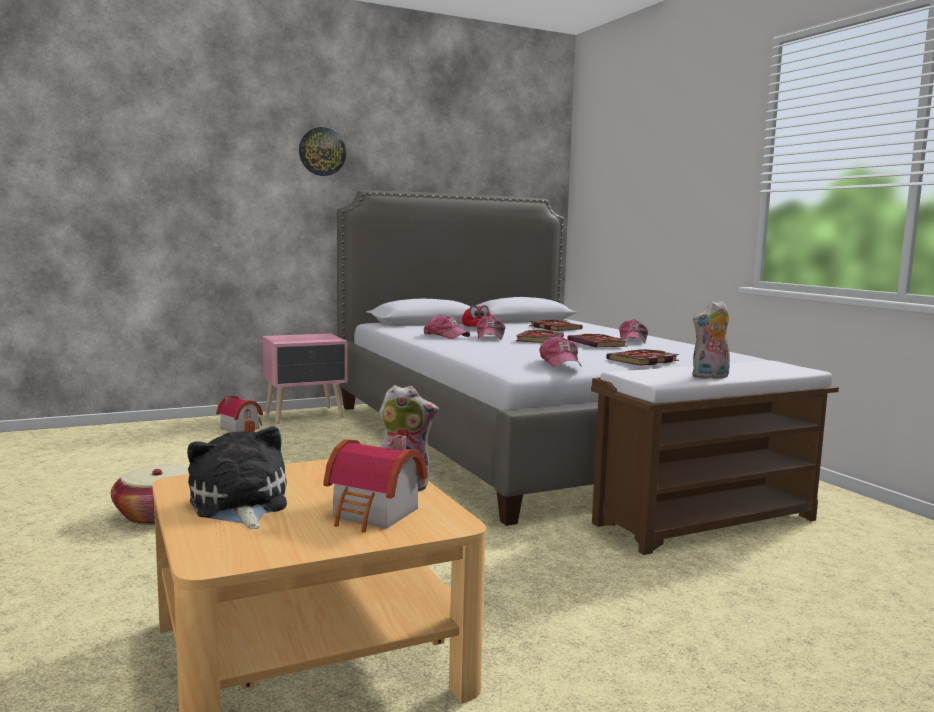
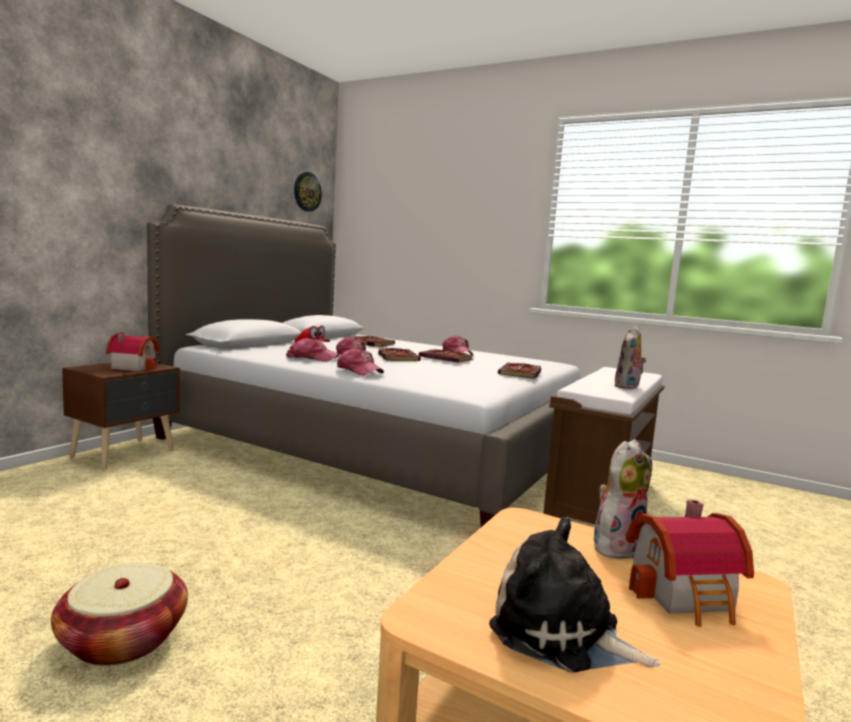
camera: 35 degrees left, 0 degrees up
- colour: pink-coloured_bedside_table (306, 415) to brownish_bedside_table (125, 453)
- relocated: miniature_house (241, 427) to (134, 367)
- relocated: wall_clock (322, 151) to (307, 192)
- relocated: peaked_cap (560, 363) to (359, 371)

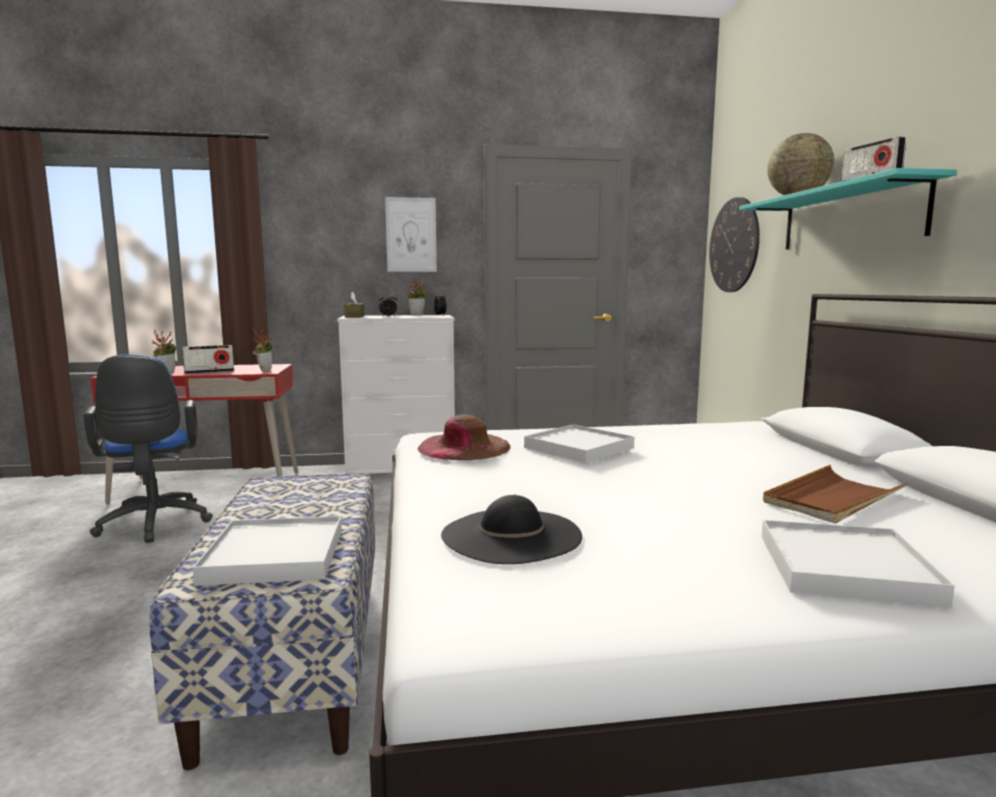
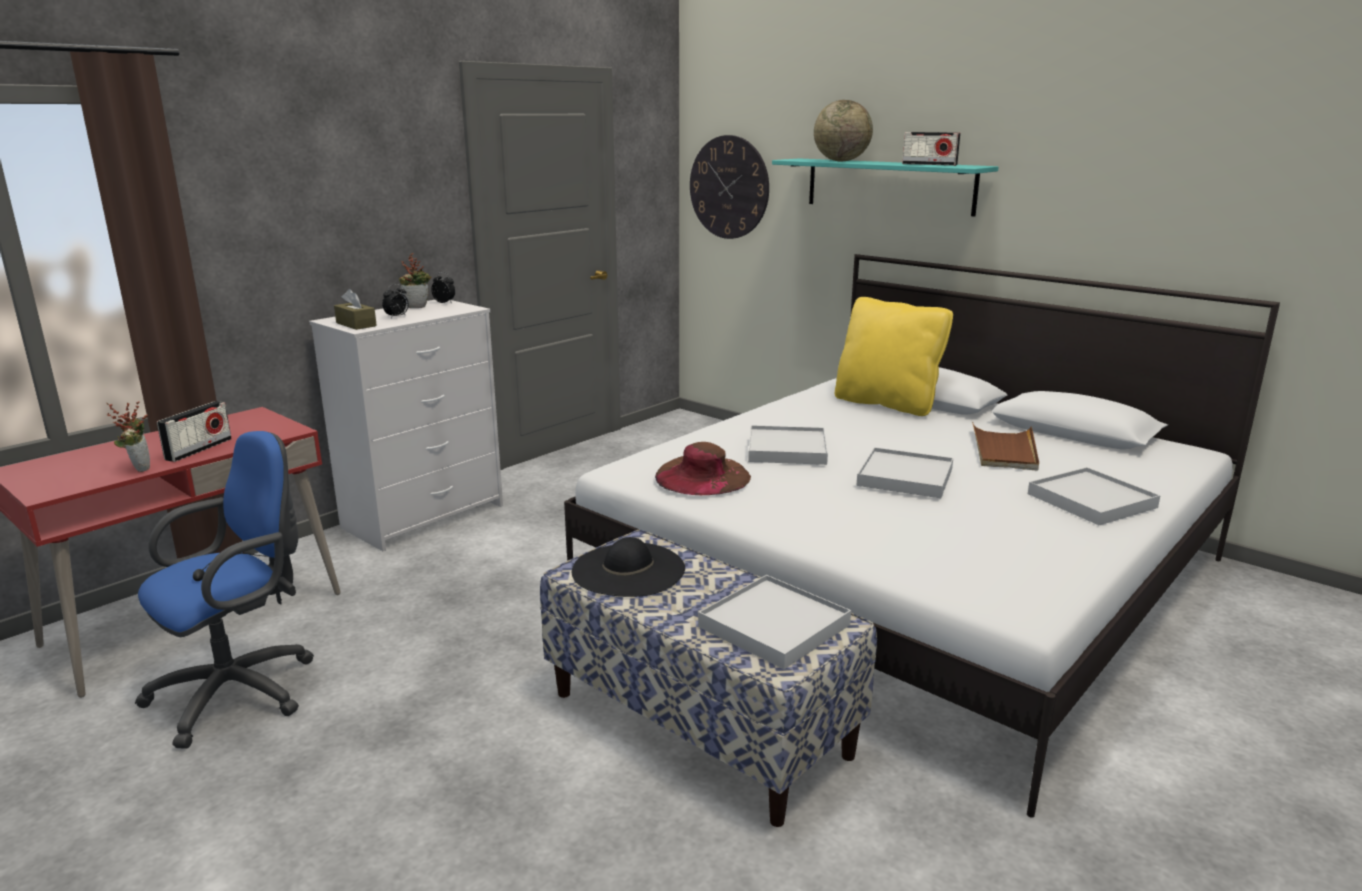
camera: 40 degrees left, 10 degrees up
- spun: blue_office_chair (154, 525) = (242, 691) 75 degrees counterclockwise
- relocated: blackish_wearable_hat (511, 535) to (628, 570)
- appeared: yellowish_throw_pillow (887, 403)
- appeared: whitish_carrying_tray (905, 477)
- missing: houseplant (264, 370)
- missing: picture (411, 235)

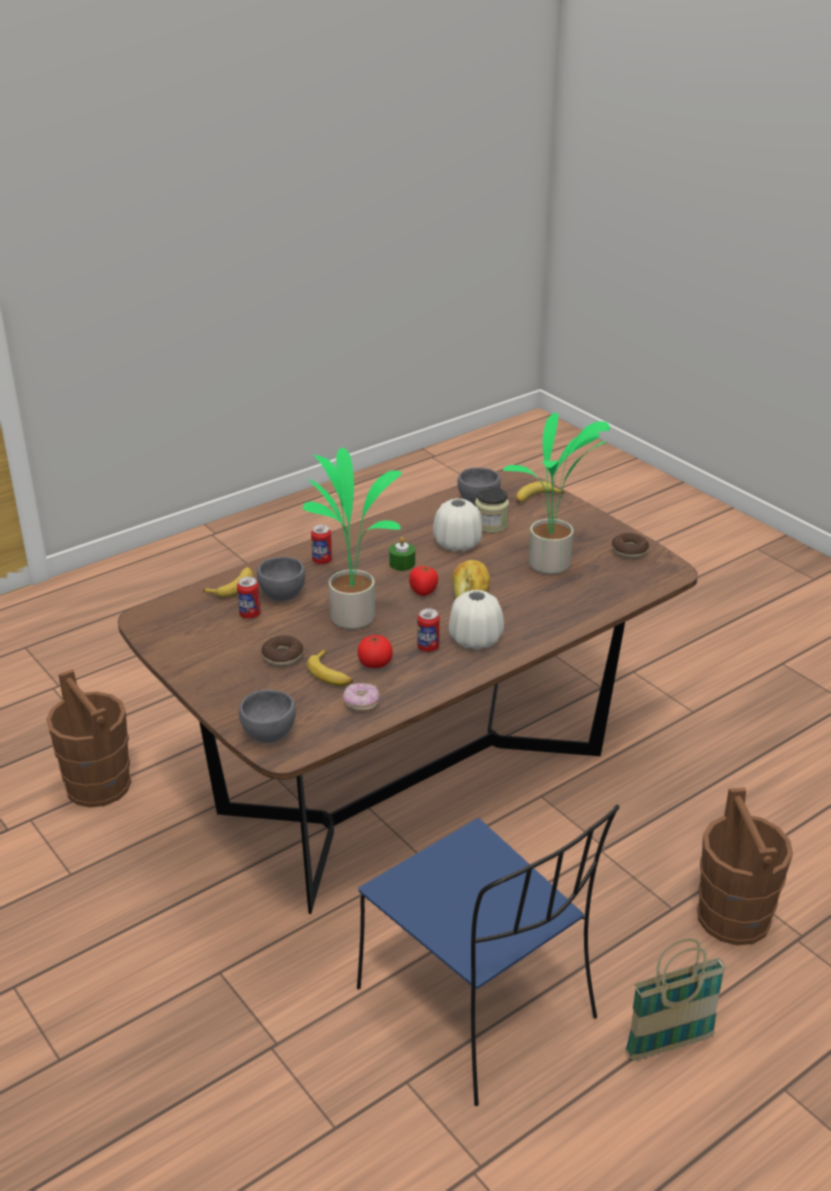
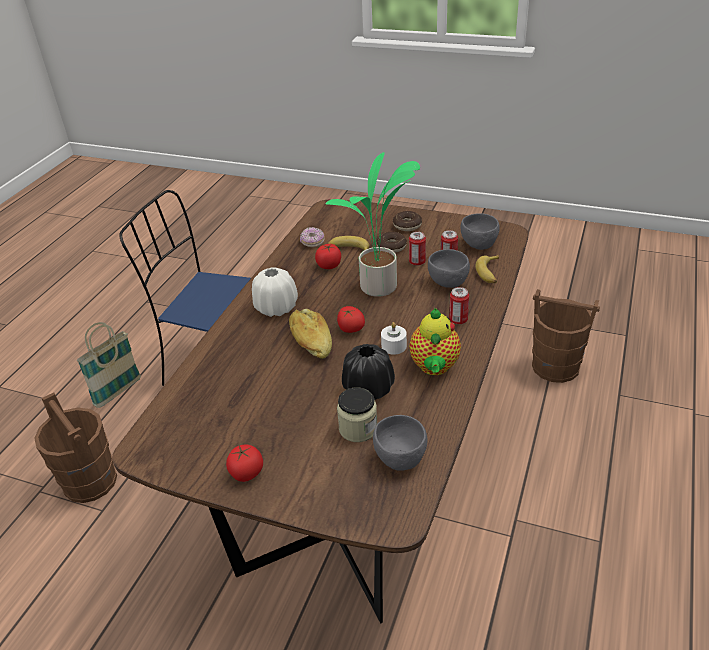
camera: 150 degrees right, 5 degrees up
- appeared: tomato (246, 473)
- colour: whitish_flower_vase (457, 544) to blackish_flower_vase (368, 389)
- colour: green_candle (402, 563) to whitish_candle (394, 346)
- relocated: ring_doughnut (629, 551) to (407, 225)
- relocated: sealed_can (428, 647) to (417, 262)
- appeared: pot_for_tea (434, 367)
- relocated: gray_bowl (270, 734) to (478, 244)
- missing: houseplant (551, 566)
- missing: banana (535, 498)

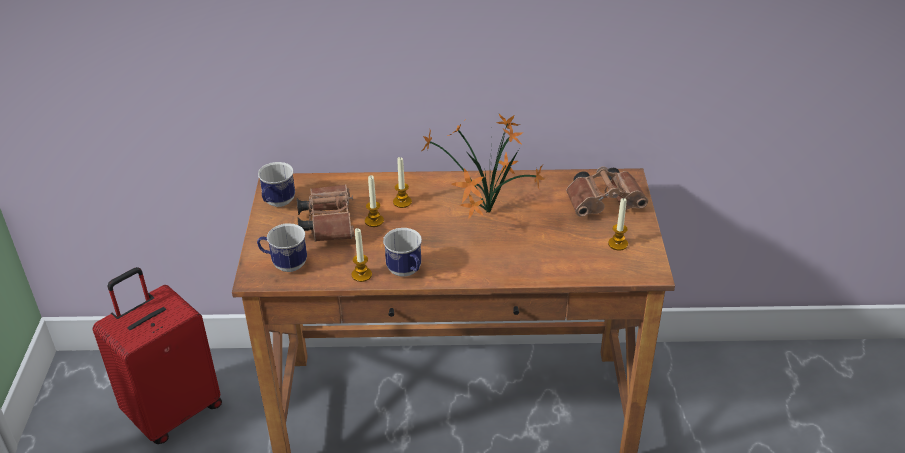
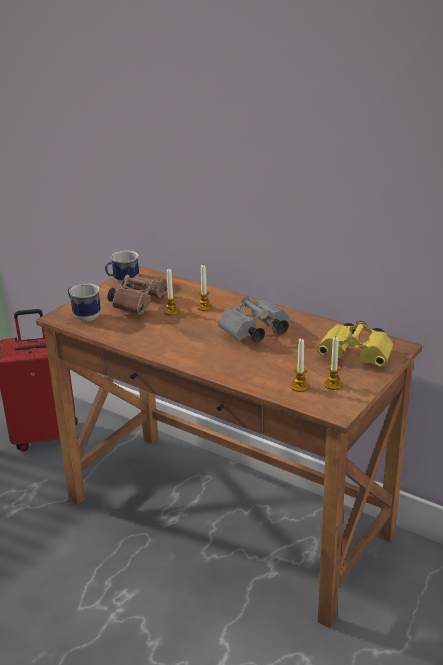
camera: 35 degrees right, 10 degrees down
- exchanged: houseplant (486, 214) to gray_field_glasses (254, 333)
- relocated: candle (361, 275) to (299, 386)
- colour: brownish_field_glasses (606, 204) to yellowish_field_glasses (358, 356)
- missing: coffee_mug (406, 272)

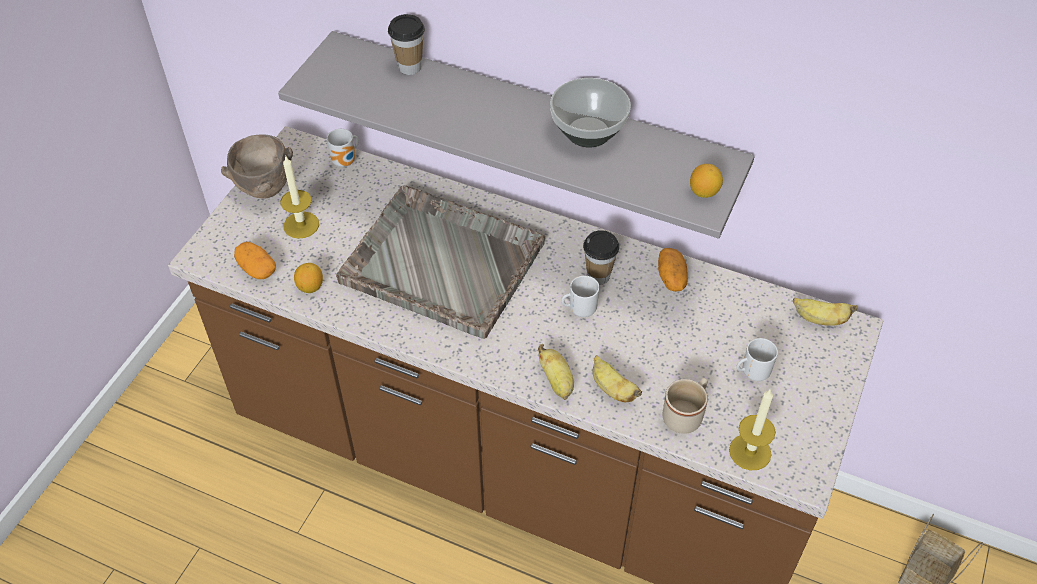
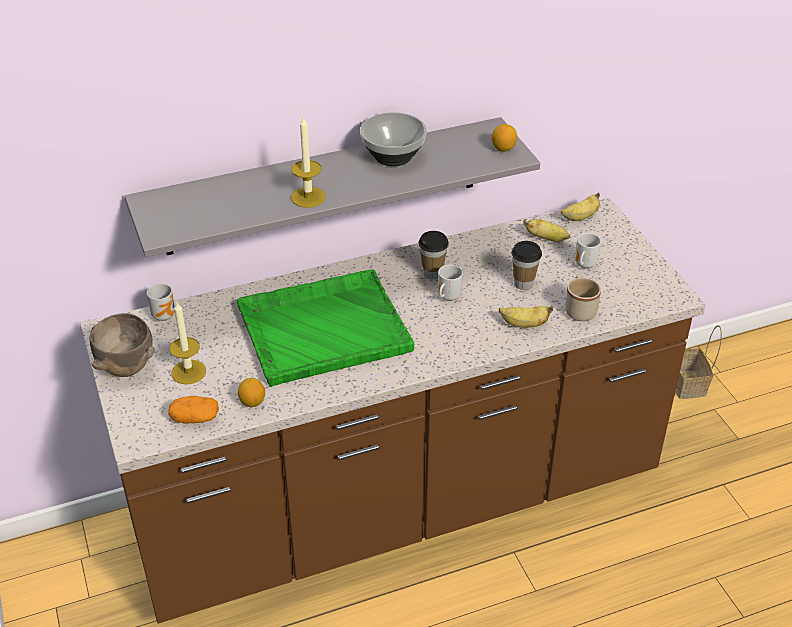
camera: 45 degrees left, 10 degrees down
- colour: gray_carrying_tray (440, 262) to green_carrying_tray (322, 329)
- relocated: candle (750, 452) to (308, 197)
- relocated: drinking_cup (410, 67) to (523, 284)
- relocated: banana (557, 382) to (546, 239)
- missing: spud (671, 278)

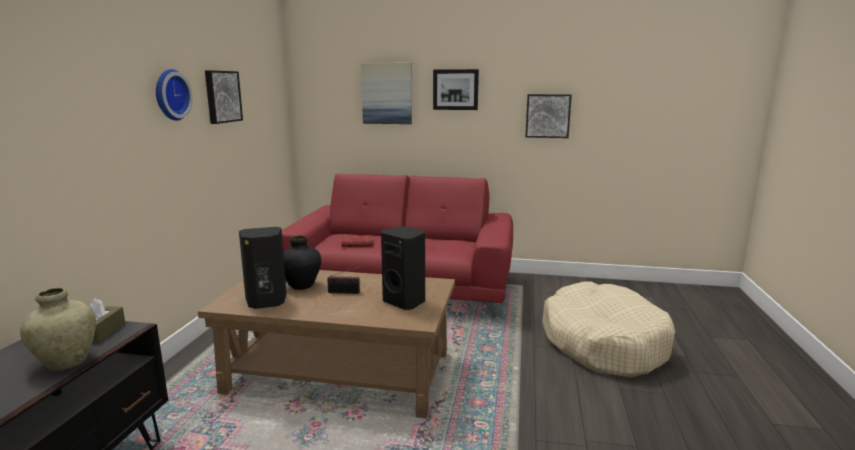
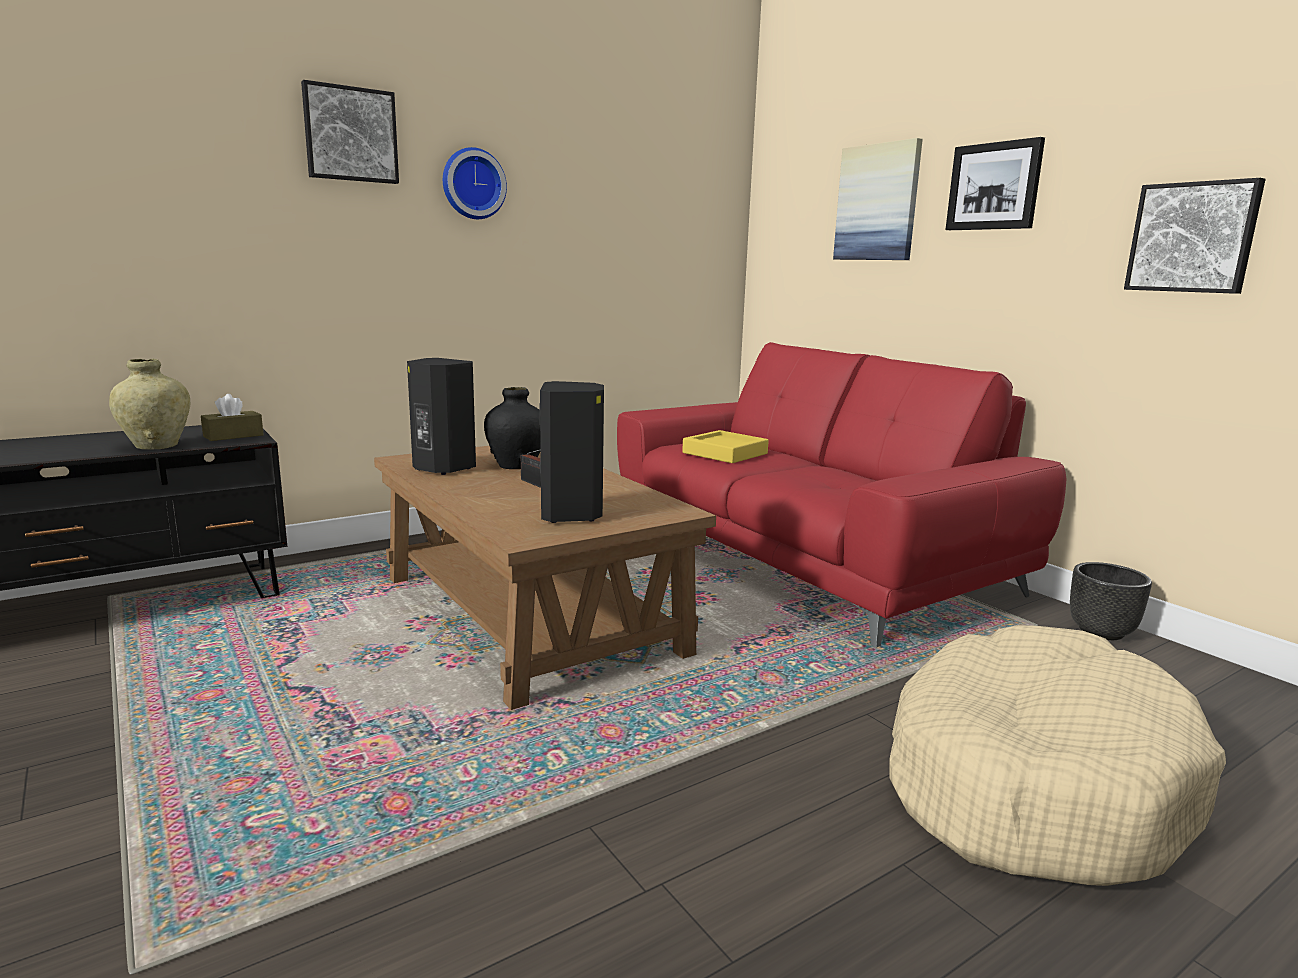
camera: 45 degrees right, 0 degrees up
- relocated: picture (222, 96) to (350, 134)
- exchanged: red-coloured_book (358, 244) to yellowish_carrying_tray (725, 453)
- appeared: blackish_flower_pot (1102, 632)

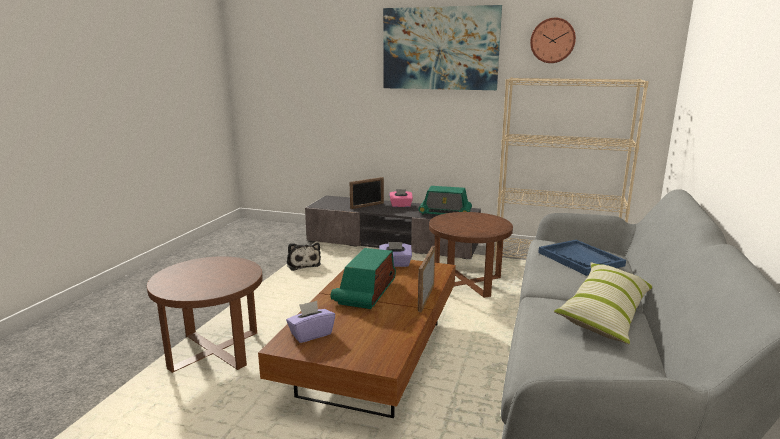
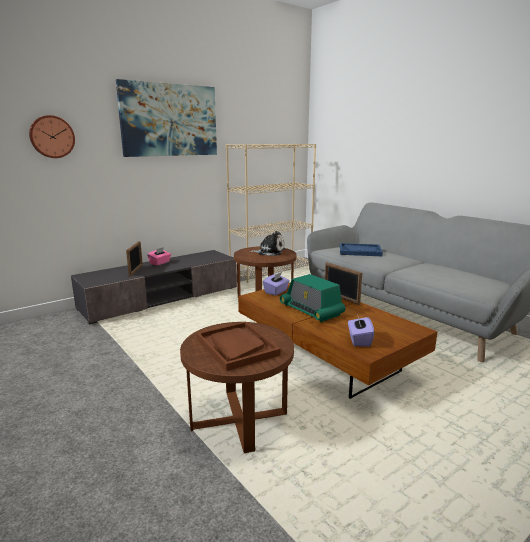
camera: 55 degrees left, 0 degrees up
- relocated: wall_clock (552, 40) to (52, 137)
- appeared: brownish_carrying_tray (236, 347)
- relocated: plush_toy (303, 264) to (269, 252)
- missing: radio_set (445, 213)
- missing: throw_pillow (605, 313)

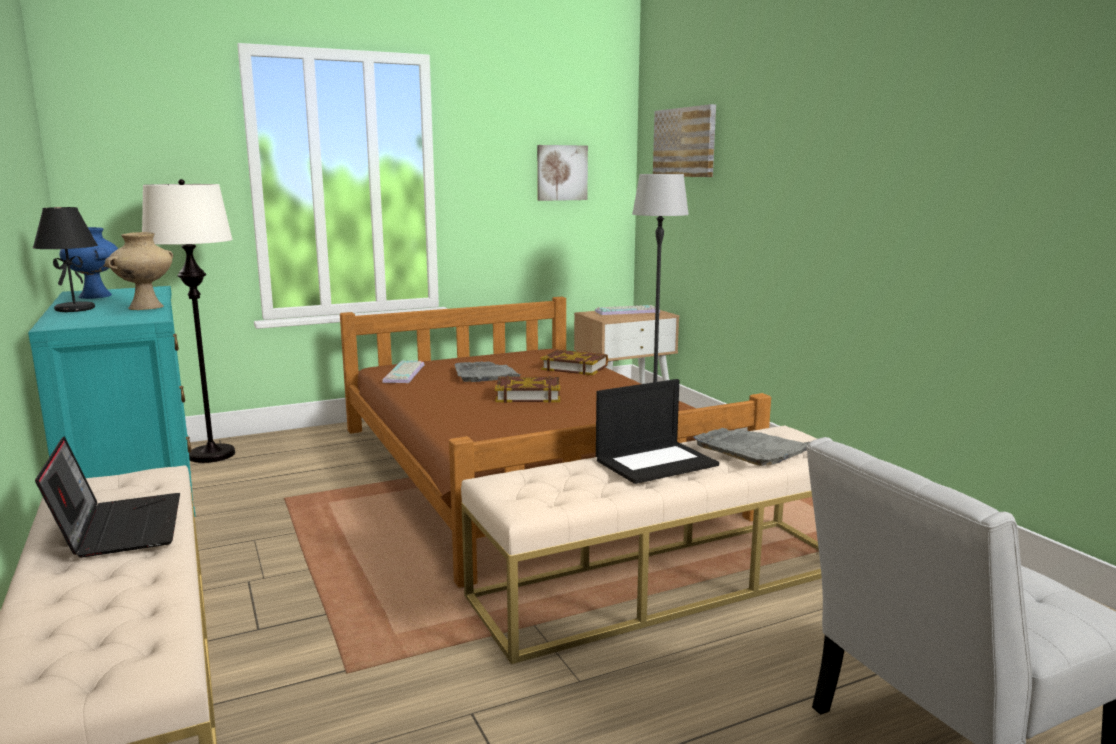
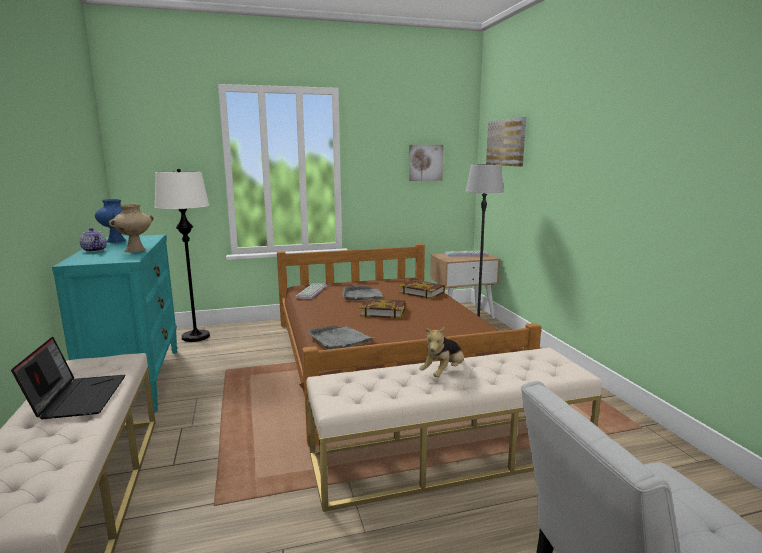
camera: 10 degrees right, 0 degrees up
- exchanged: blackish_lamp_for_a_table (75, 309) to pot_for_tea (95, 250)
- relocated: gray_carrying_tray (753, 449) to (339, 339)
- exchanged: notebook_computer (656, 462) to plush_toy (443, 373)

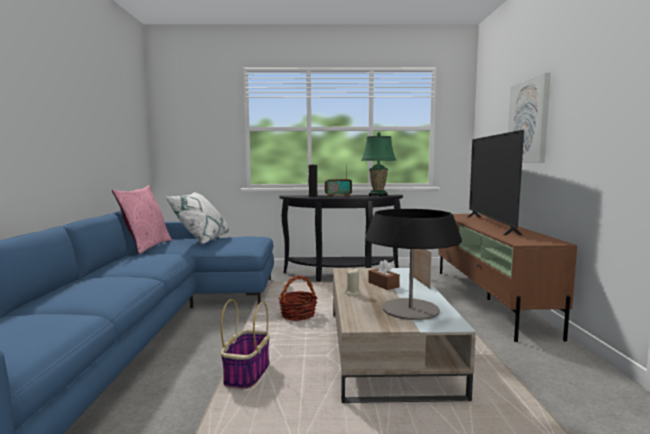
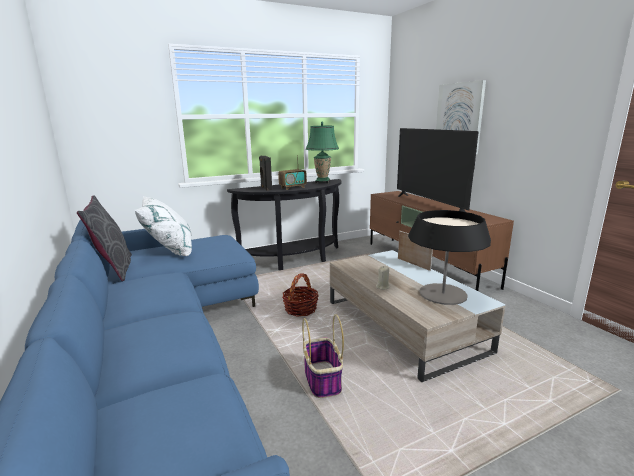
camera: 25 degrees left, 10 degrees up
- colour: pink-coloured_throw_pillow (146, 247) to gray_throw_pillow (113, 269)
- missing: brownish_tissue_box (383, 284)

